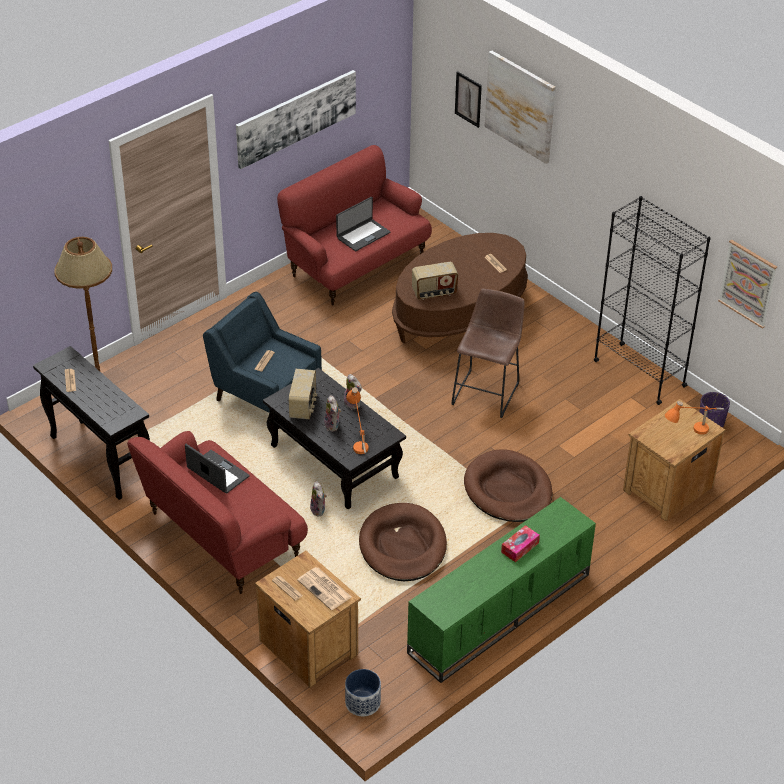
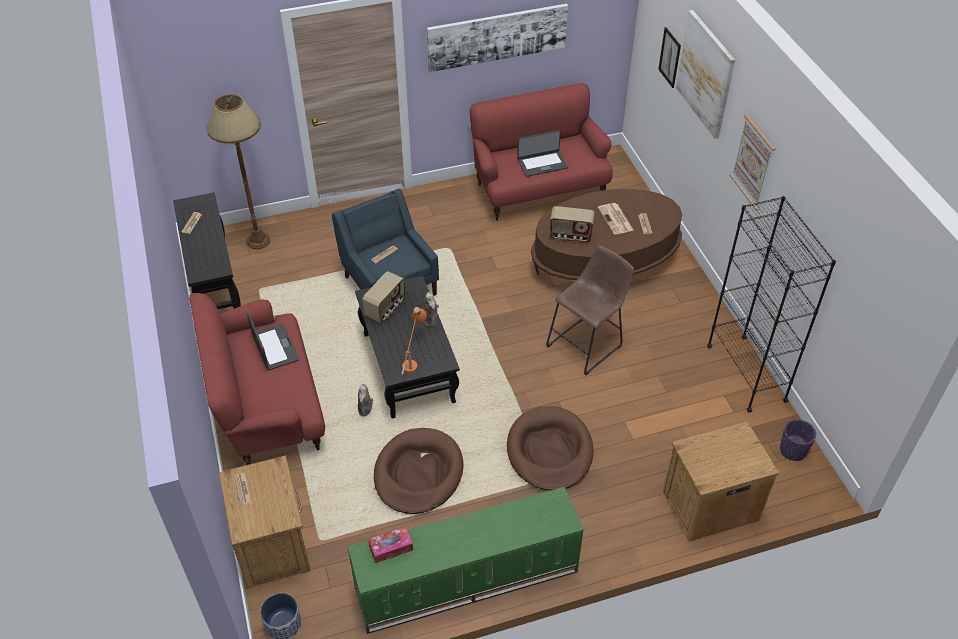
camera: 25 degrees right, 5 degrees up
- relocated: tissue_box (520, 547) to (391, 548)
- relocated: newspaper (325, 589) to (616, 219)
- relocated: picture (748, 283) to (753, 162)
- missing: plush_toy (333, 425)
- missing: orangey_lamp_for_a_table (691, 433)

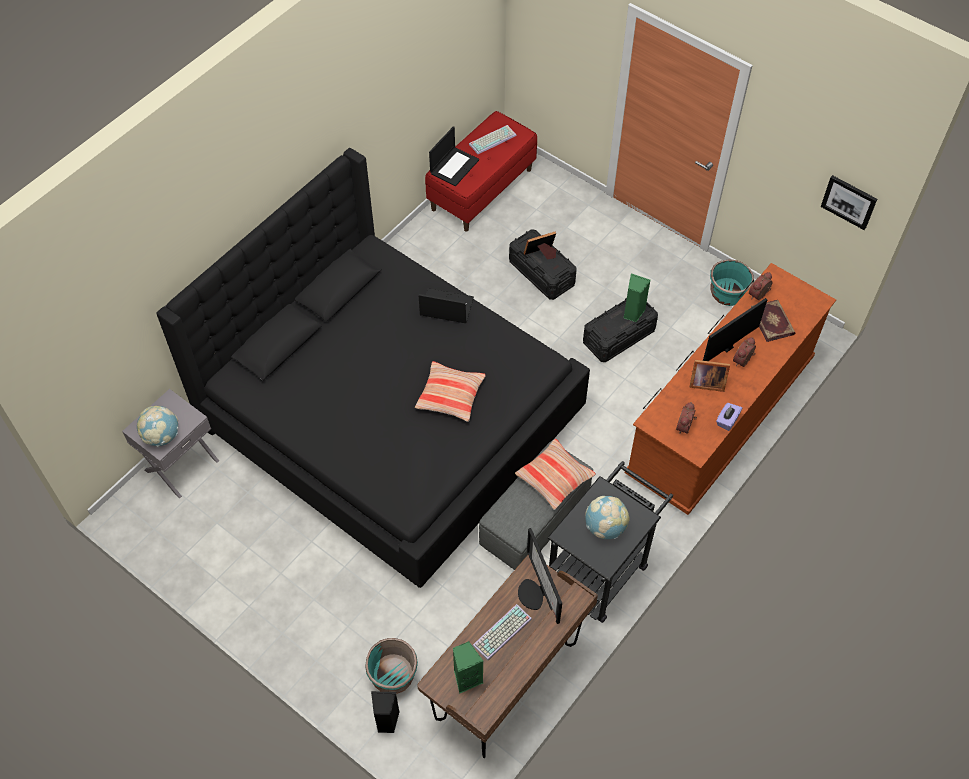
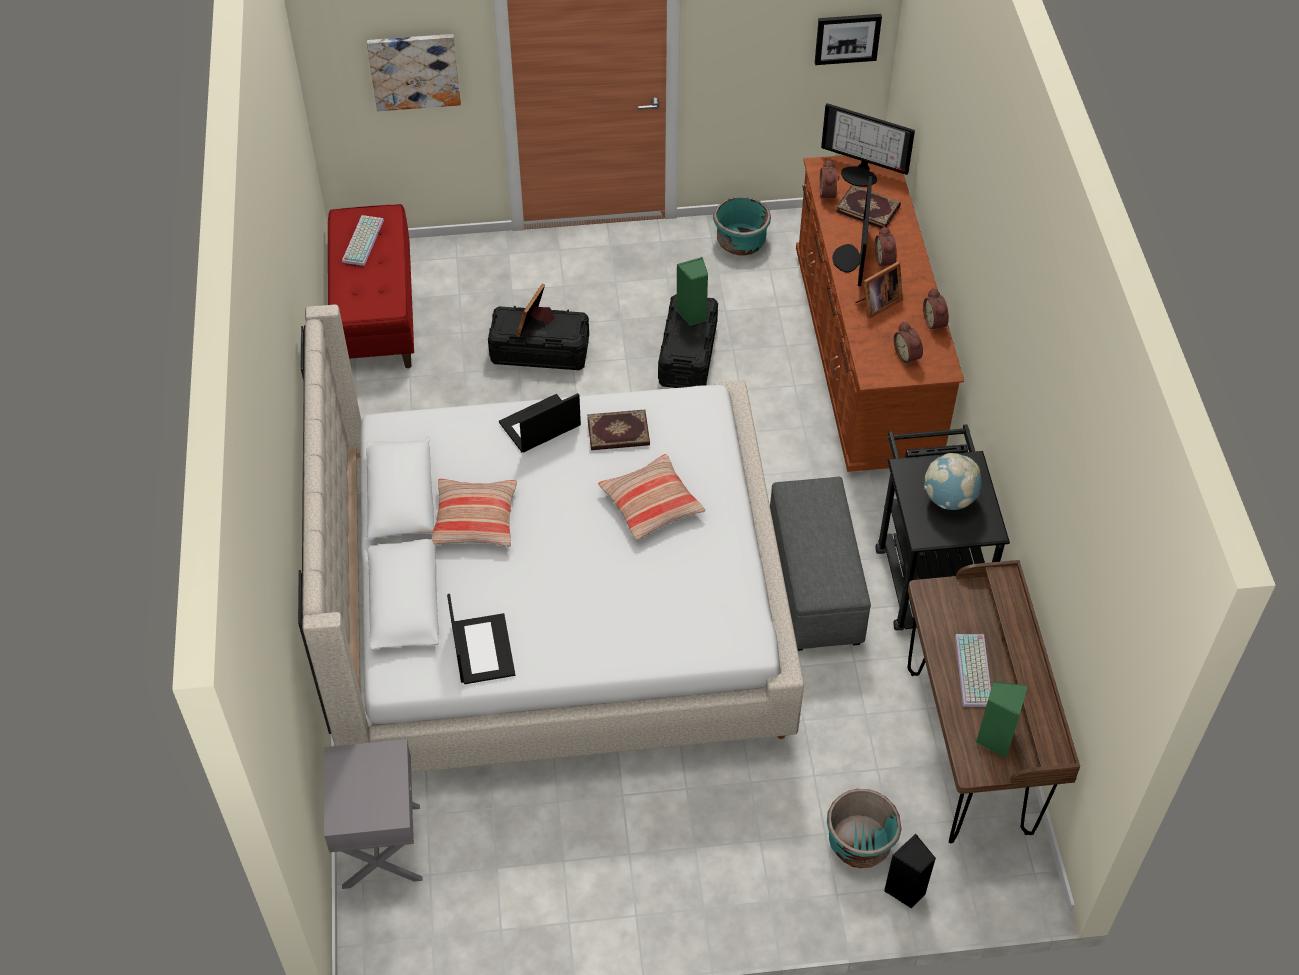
camera: 45 degrees left, 5 degrees down
- colour: blackish_bed (390, 417) to beige_bed (555, 608)
- appeared: picture (414, 71)
- relocated: throw_pillow (554, 478) to (475, 519)
- relocated: notebook_computer (454, 166) to (481, 648)
- appeared: book (618, 433)
- relocated: computer_display (534, 594) to (860, 174)
- exchanged: purple_tissue_box (727, 420) to alarm_clock (935, 323)
- missing: desk_globe (162, 436)

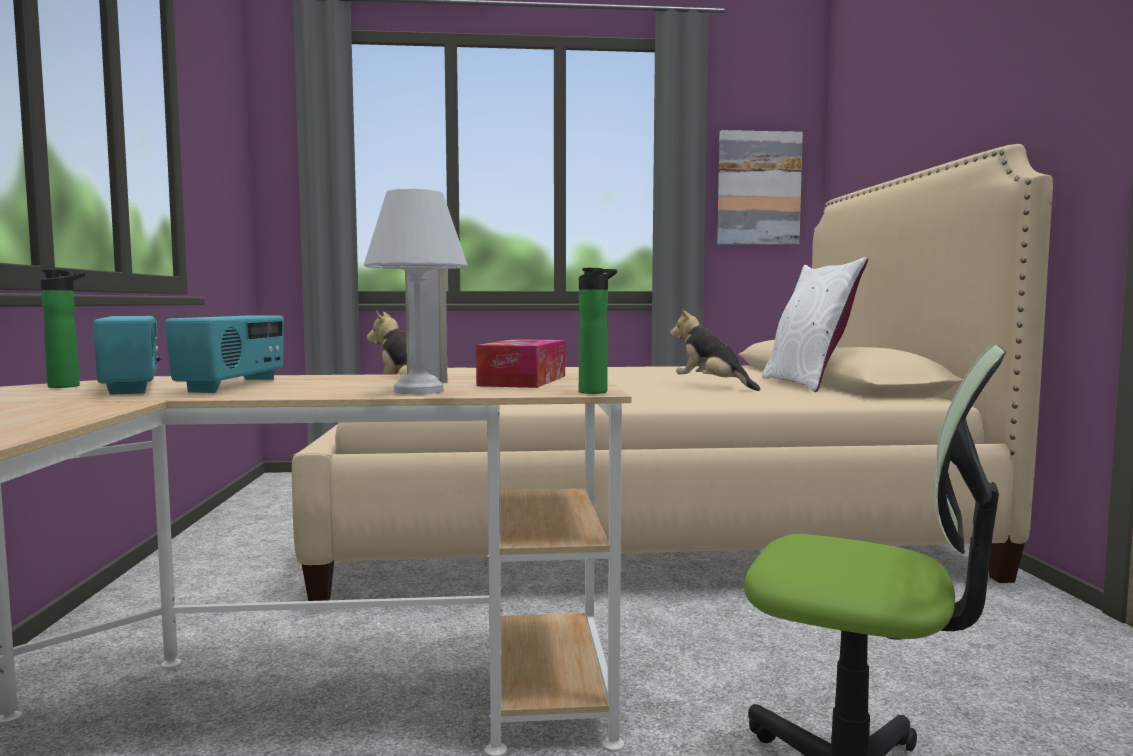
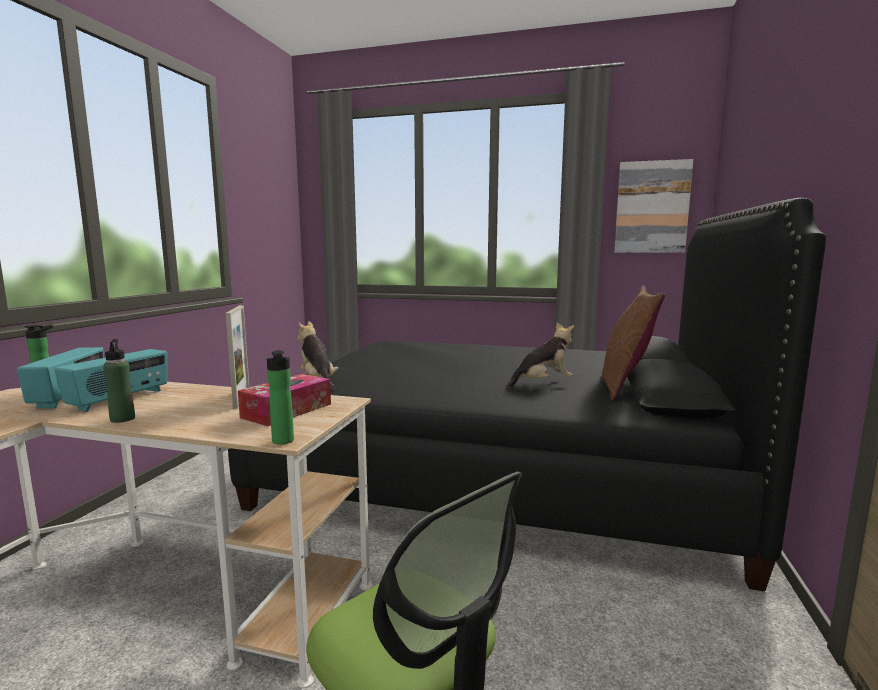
camera: 20 degrees right, 5 degrees up
- appeared: green_bottle (122, 419)
- colour: beige_bed (635, 520) to blackish_bed (499, 468)
- spun: plush_toy (712, 386) = (542, 383) 90 degrees clockwise
- colour: whitish_throw_pillow (807, 384) to brownish_throw_pillow (625, 387)
- missing: whitish_lamp_for_a_table (421, 391)

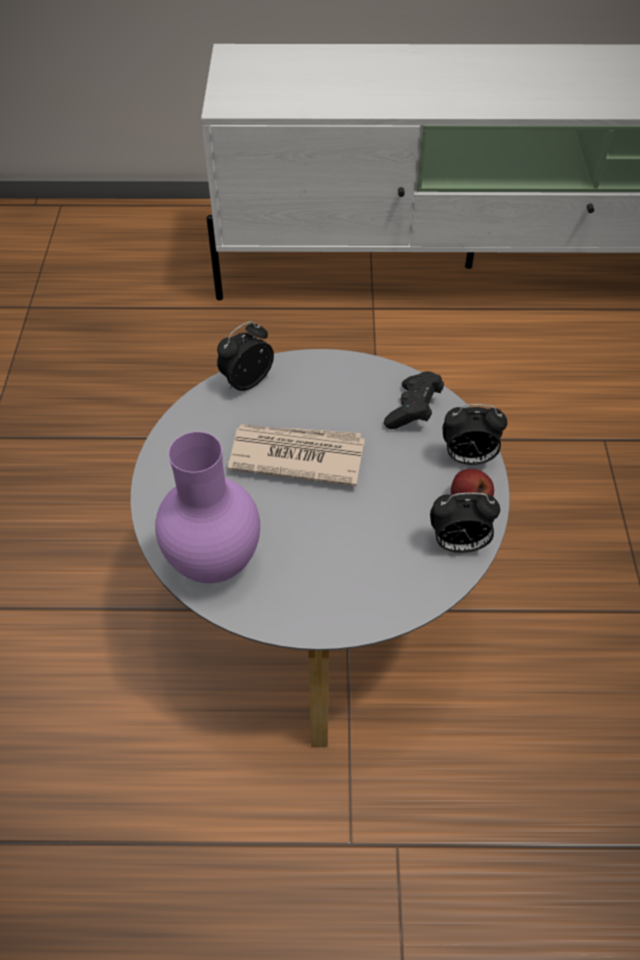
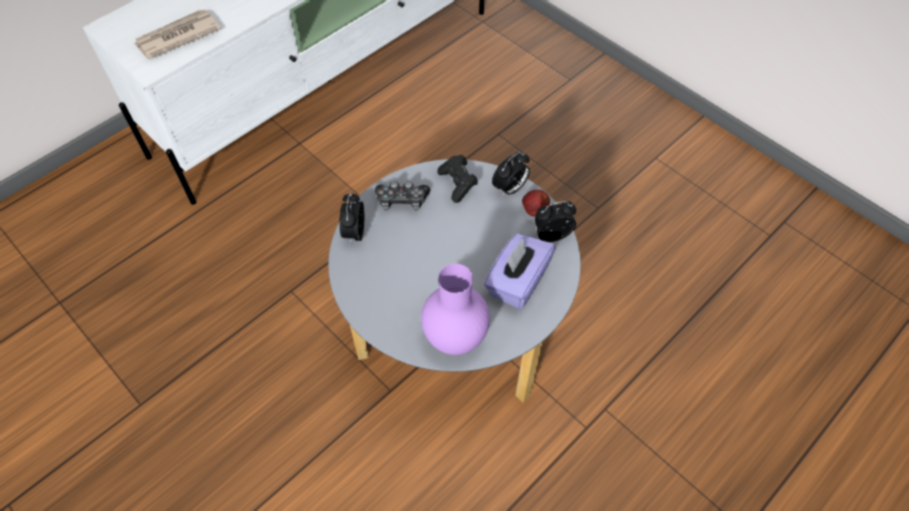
camera: 45 degrees left, 5 degrees up
- relocated: newspaper (295, 456) to (177, 37)
- appeared: game_controller (402, 201)
- appeared: purple_tissue_box (517, 282)
- spun: alarm_clock (458, 544) = (552, 234) 150 degrees counterclockwise

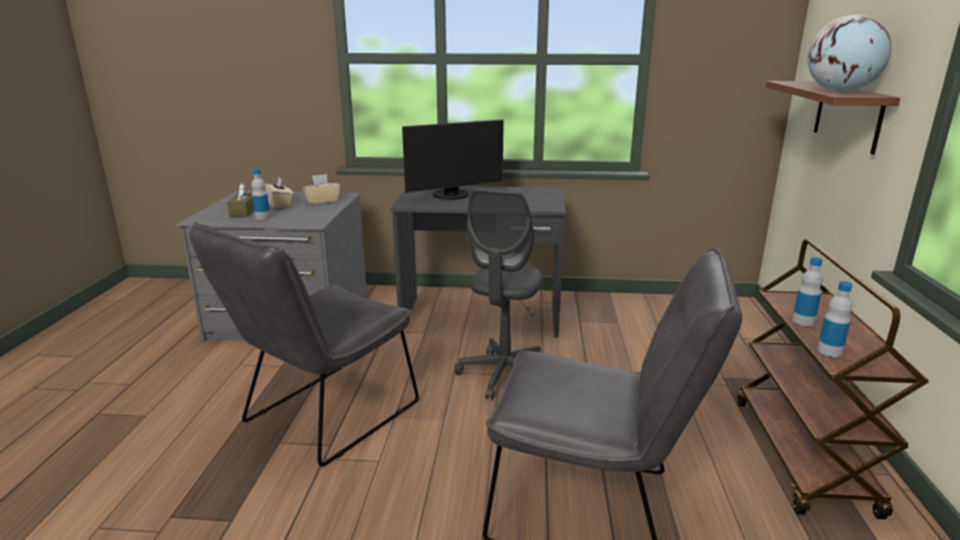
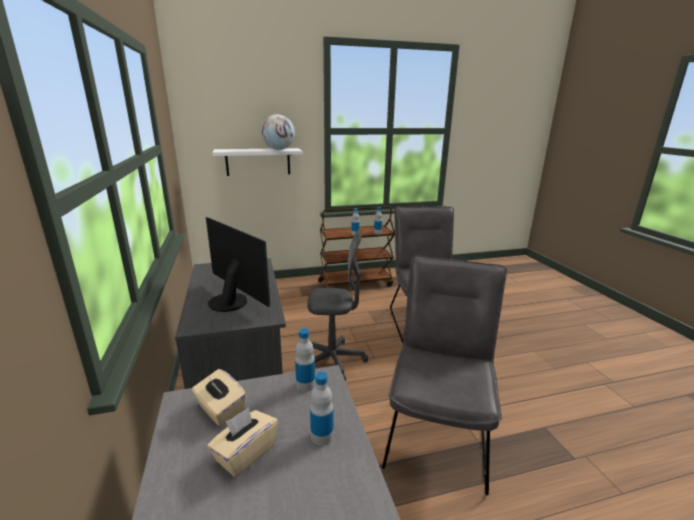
camera: 110 degrees left, 0 degrees up
- colour: brownish_shelf (847, 115) to whitish_shelf (258, 162)
- appeared: bottle (305, 385)
- spun: gray_upright_chair (323, 418) = (437, 431) 90 degrees counterclockwise
- missing: brownish_tissue_box (244, 211)

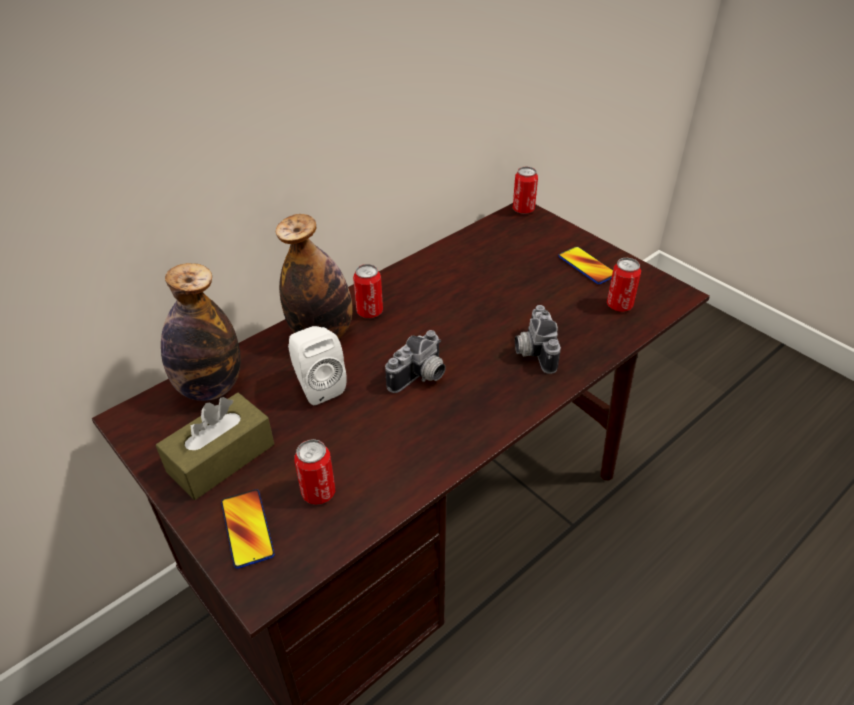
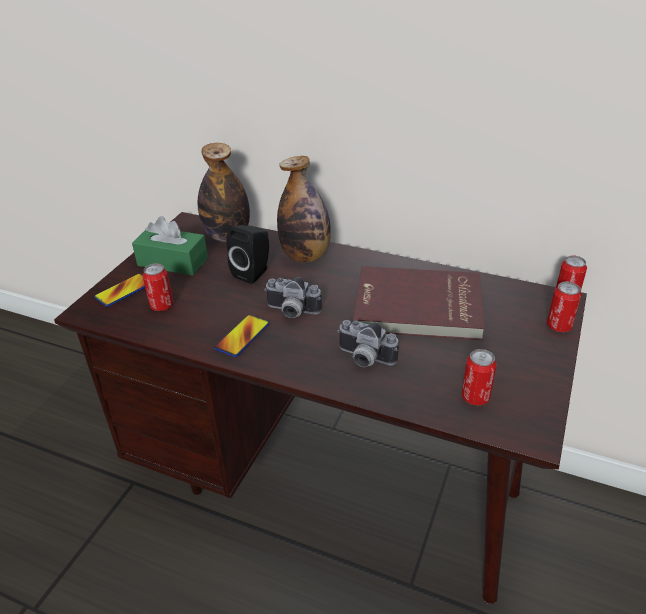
camera: 65 degrees right, 5 degrees down
- colour: brownish_tissue_box (221, 458) to green_tissue_box (173, 262)
- relocated: telephone (587, 266) to (242, 336)
- colour: whitish_audio_speaker (318, 386) to blackish_audio_speaker (254, 272)
- spun: photo_camera (532, 351) = (364, 359) 120 degrees counterclockwise
- appeared: red-coloured_book (418, 308)
- relocated: sealed_can (369, 312) to (559, 326)

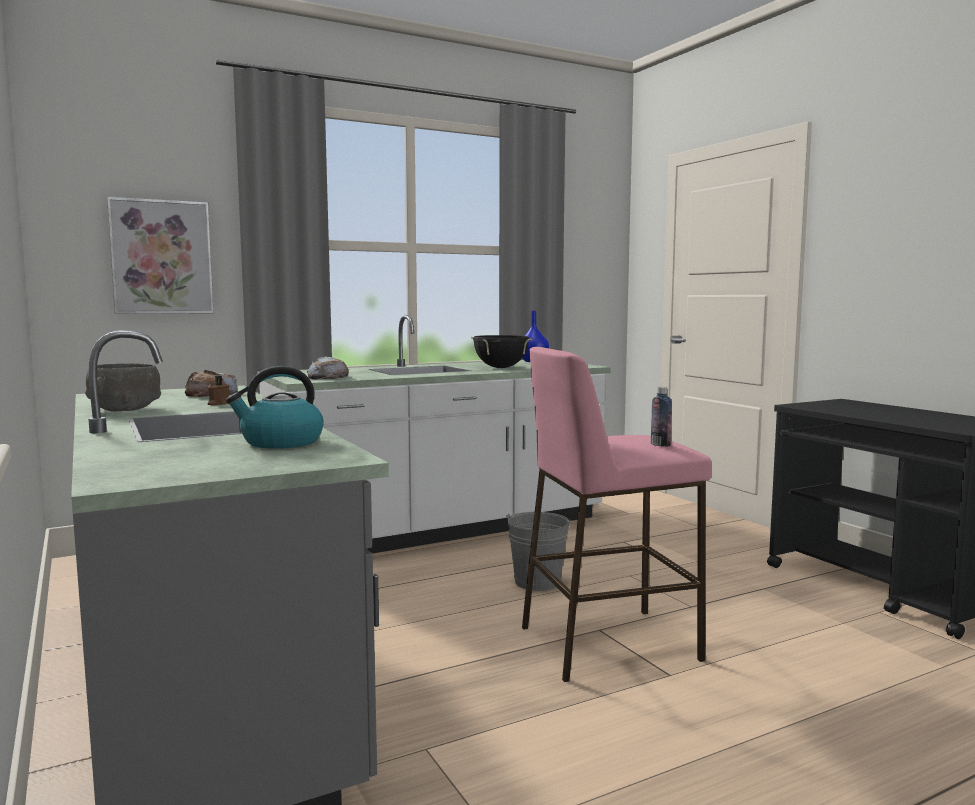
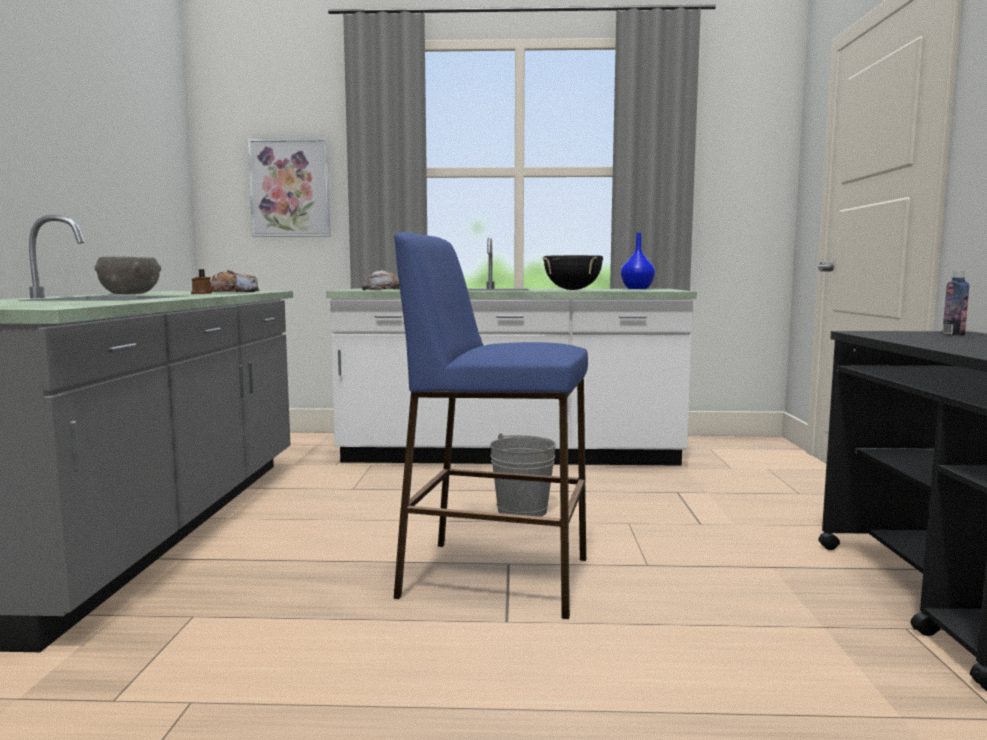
camera: 30 degrees right, 0 degrees up
- colour: pink-coloured_sitting_stool (607, 643) to blue_sitting_stool (494, 577)
- relocated: bottle (660, 444) to (953, 334)
- missing: water_kettle (280, 442)

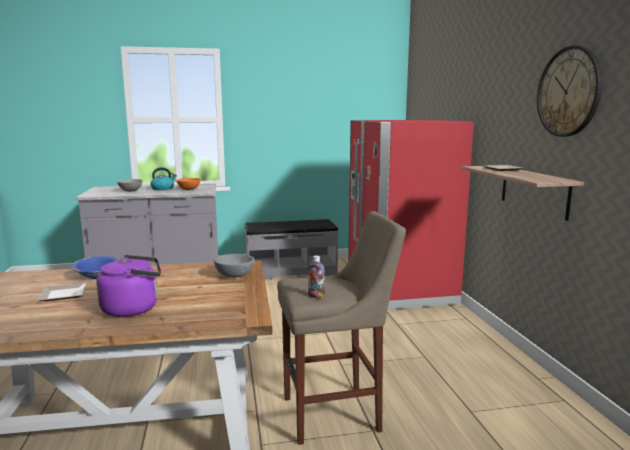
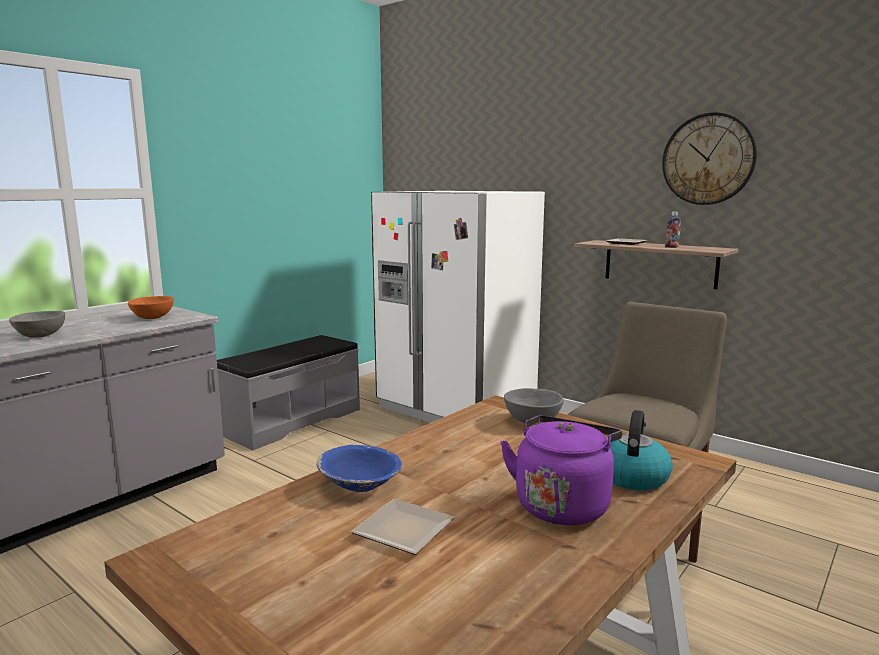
camera: 40 degrees left, 0 degrees up
- colour: red-coloured_kitchen_fridge (399, 289) to whitish_kitchen_fridge (456, 408)
- relocated: water_kettle (163, 188) to (632, 476)
- relocated: bottle (316, 296) to (671, 247)

